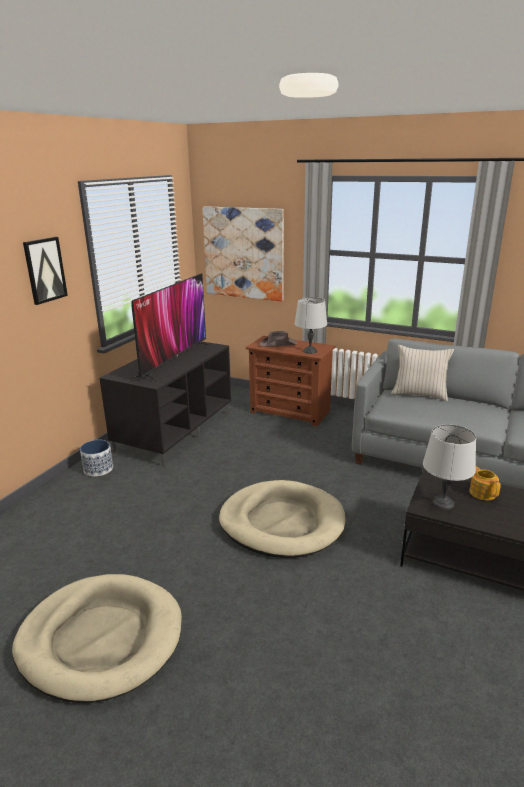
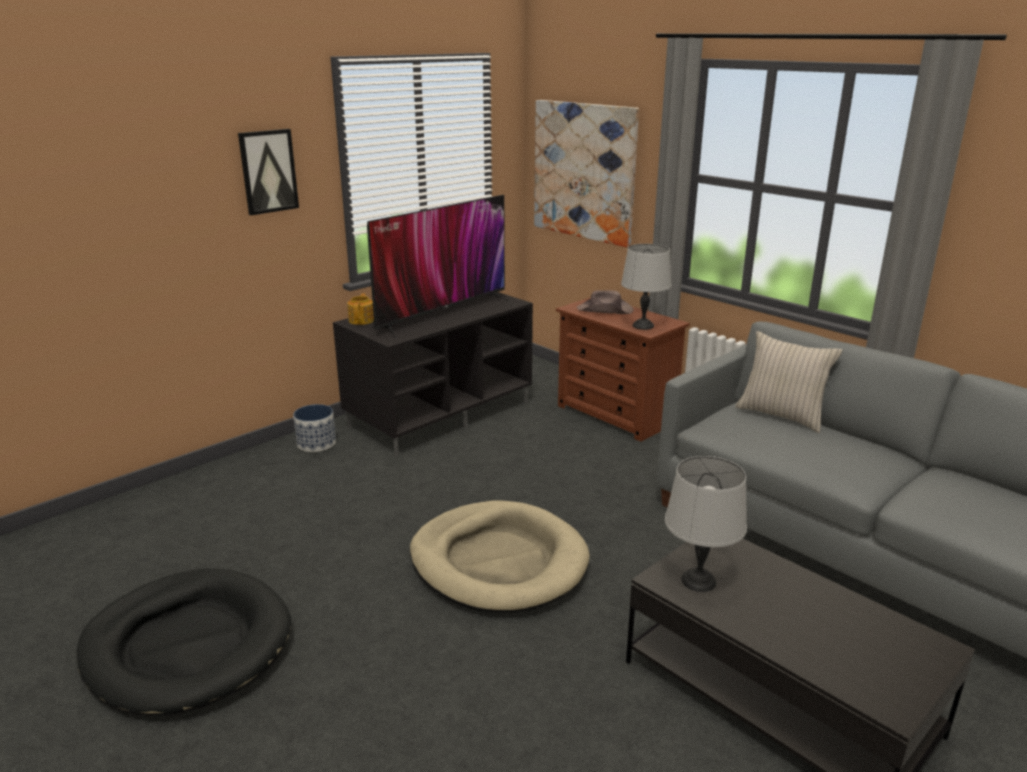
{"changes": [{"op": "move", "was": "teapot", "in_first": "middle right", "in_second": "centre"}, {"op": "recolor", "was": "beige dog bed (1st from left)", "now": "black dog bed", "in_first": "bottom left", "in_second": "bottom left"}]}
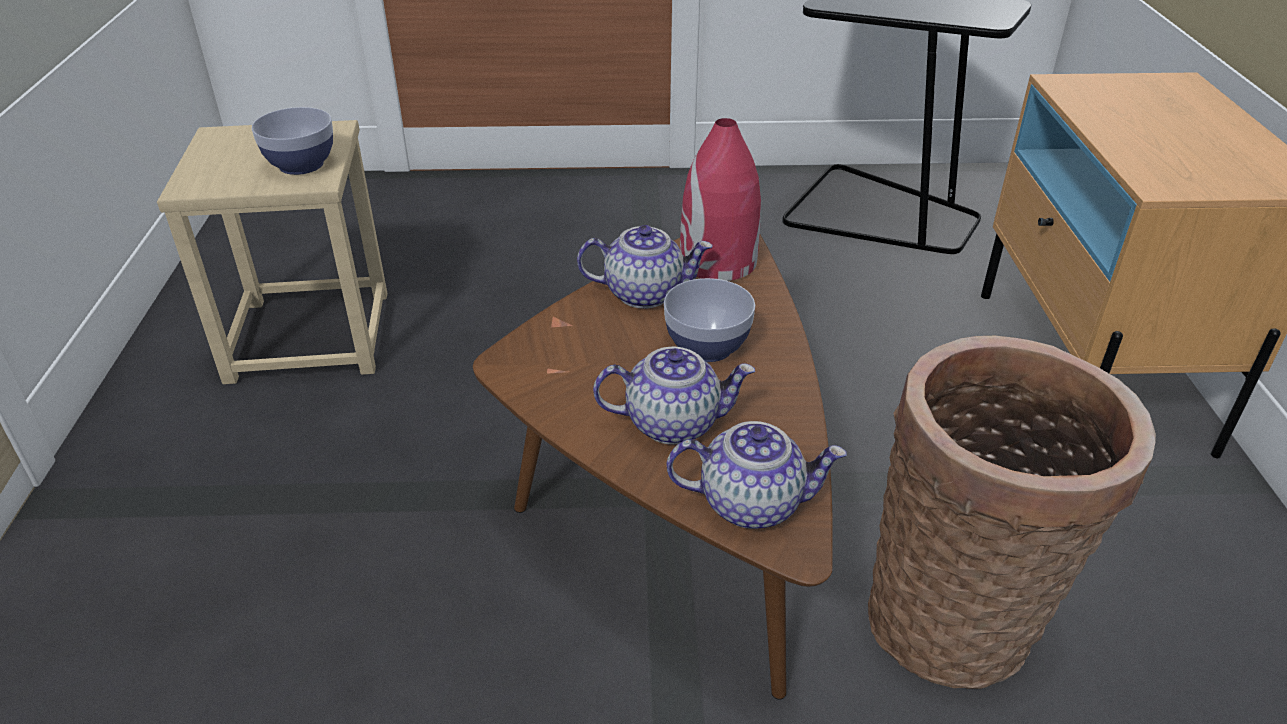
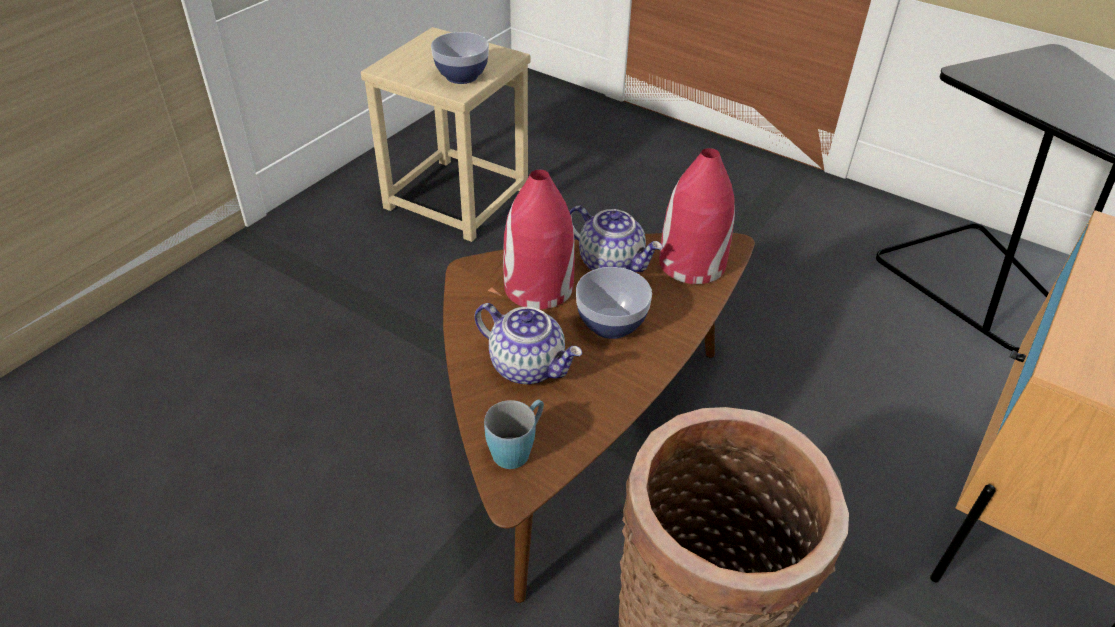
{"changes": [{"op": "insert", "now": "red vase (1st from left)", "in_second": "centre"}, {"op": "replace", "was": "teapot (3rd from left)", "now": "blue mug", "in_first": "centre", "in_second": "bottom centre"}]}
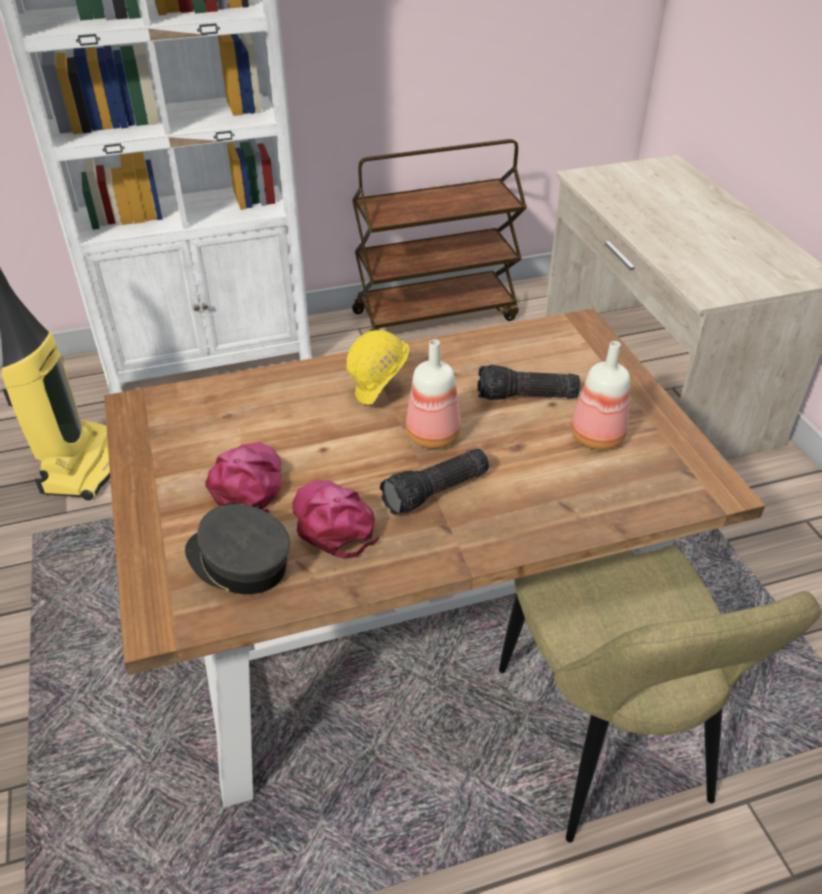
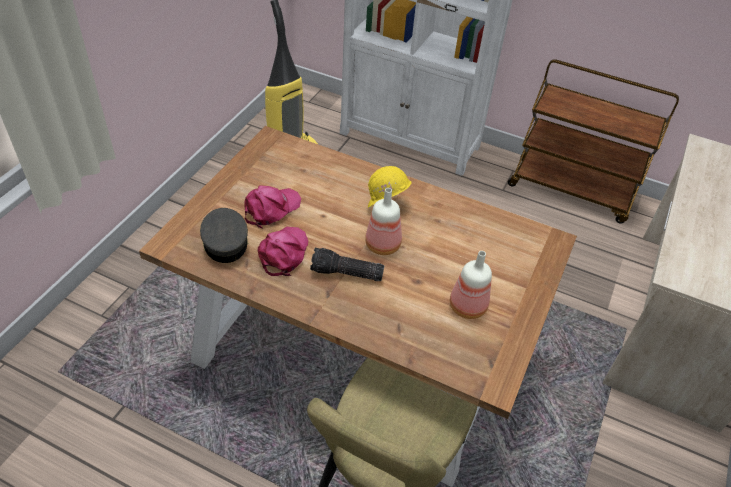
{"changes": [{"op": "delete", "was": "flashlight (2nd from left)", "in_first": "centre"}]}
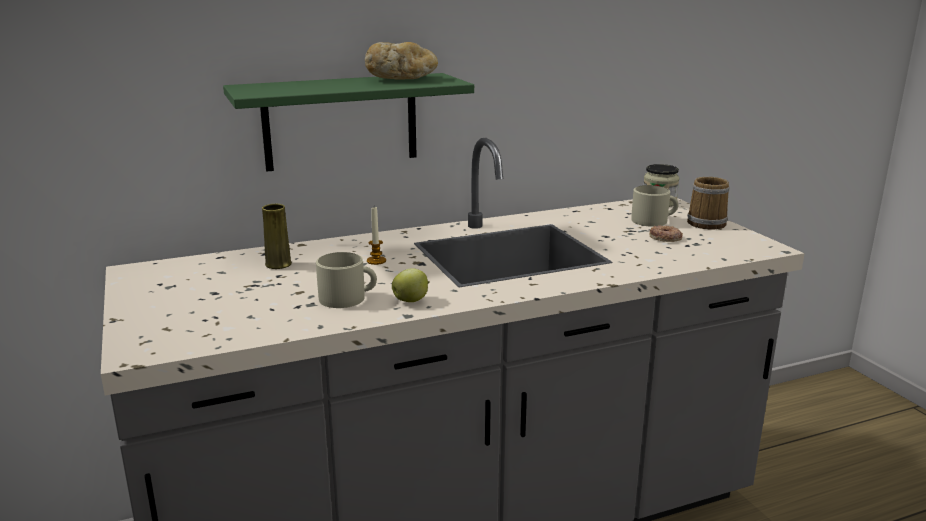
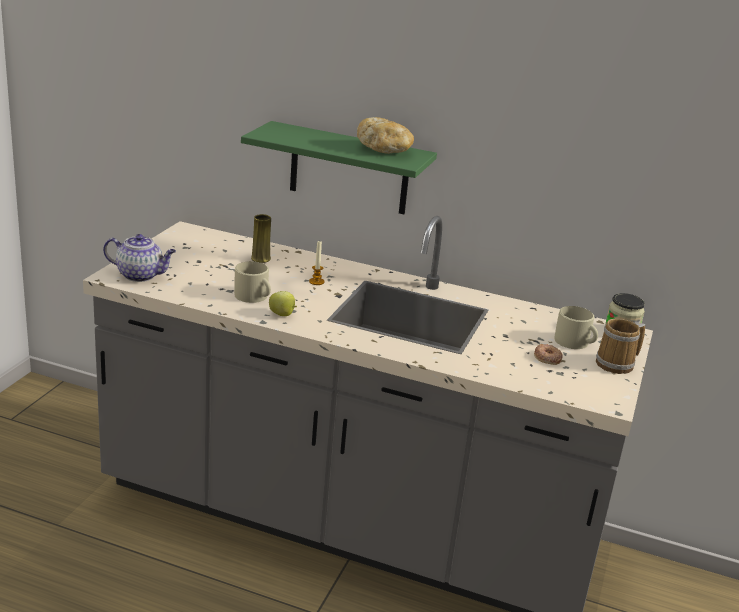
{"changes": [{"op": "insert", "now": "teapot", "in_second": "middle left"}]}
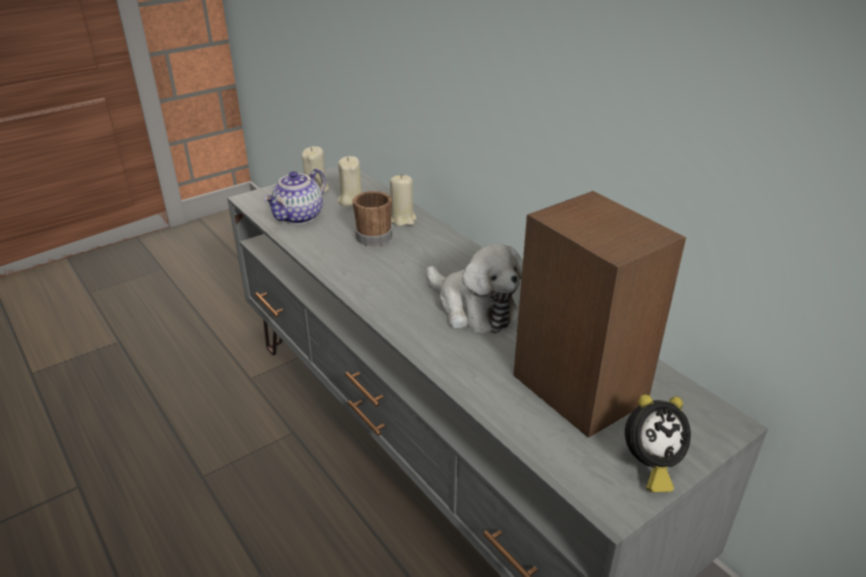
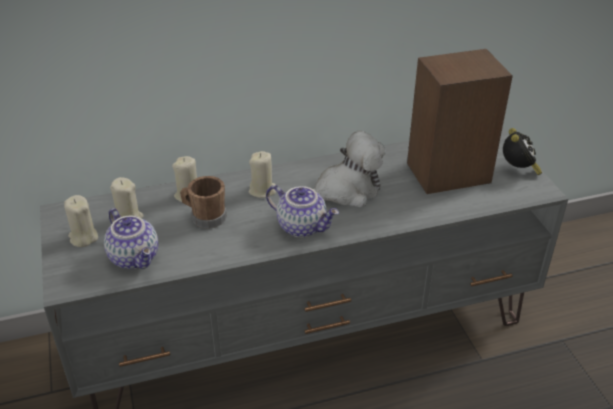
{"changes": [{"op": "insert", "now": "beige candle (4th from left)", "in_second": "centre"}, {"op": "insert", "now": "teapot (2nd from left)", "in_second": "centre"}]}
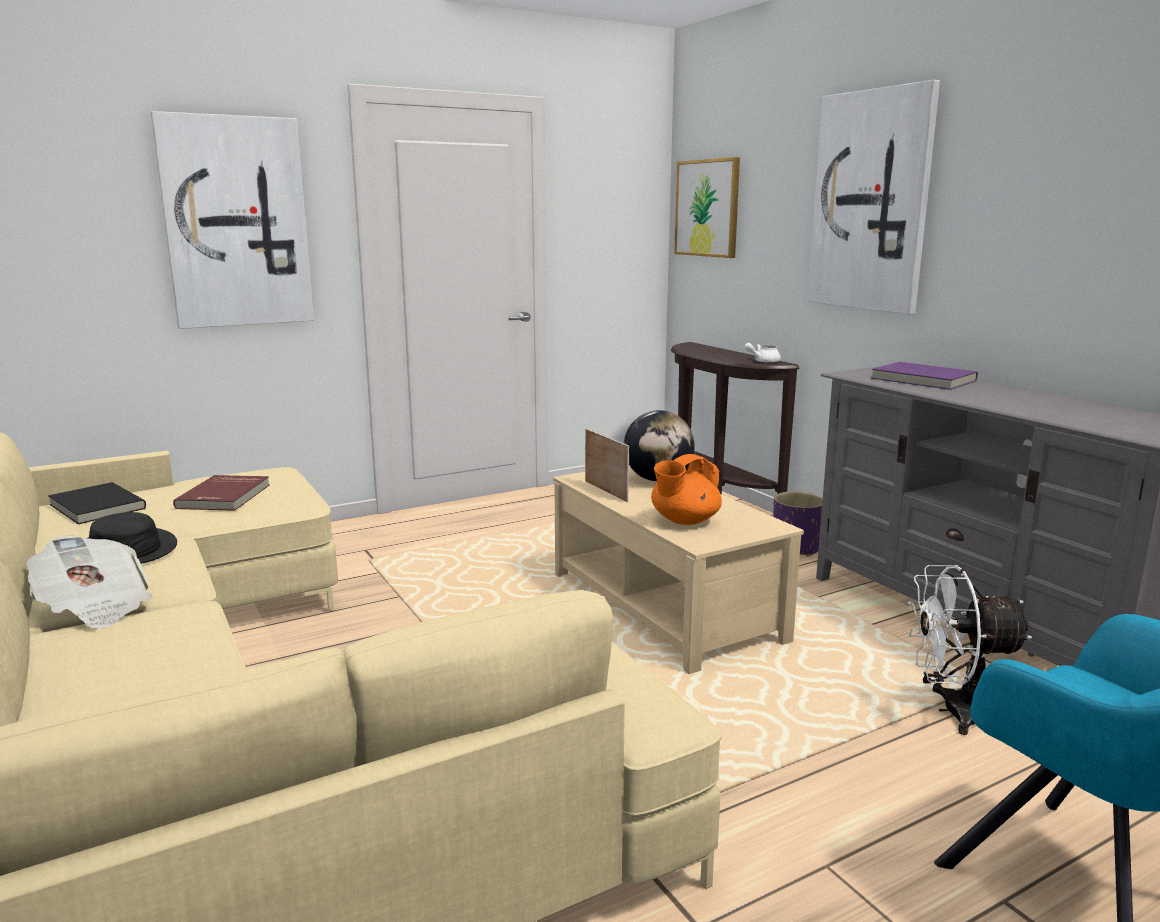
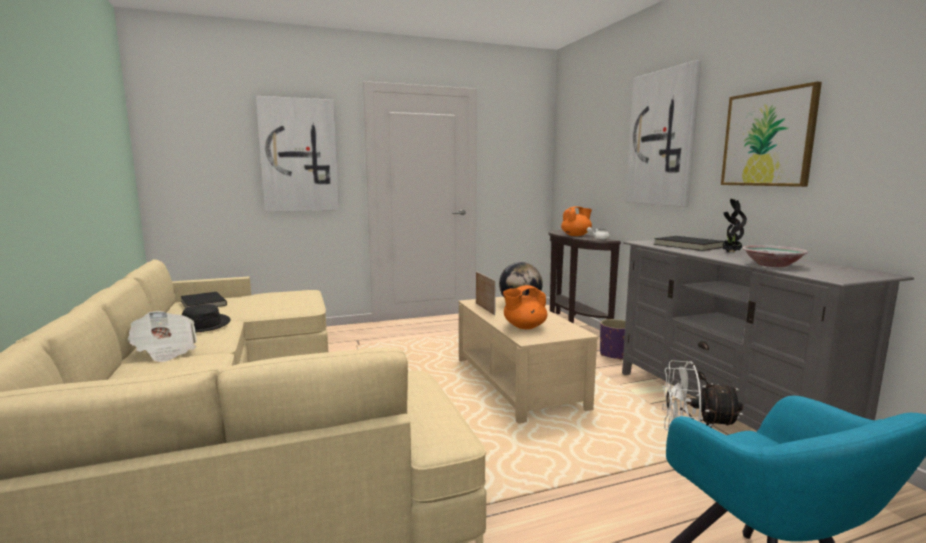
{"changes": [{"op": "delete", "was": "red book", "in_first": "middle left"}, {"op": "insert", "now": "orange teapot (2nd from left)", "in_second": "centre"}, {"op": "insert", "now": "potted plant", "in_second": "middle right"}, {"op": "insert", "now": "bowl", "in_second": "middle right"}, {"op": "move", "was": "picture (2nd from left in the first image)", "now": "picture (3rd from left)", "in_first": "top centre", "in_second": "top right"}, {"op": "recolor", "was": "purple book", "now": "black book (2nd from left)", "in_first": "middle right", "in_second": "middle right"}]}
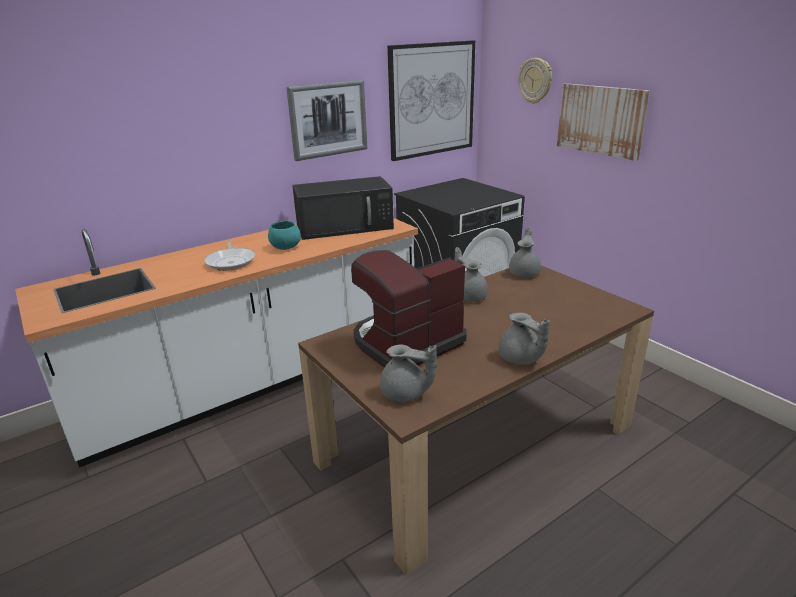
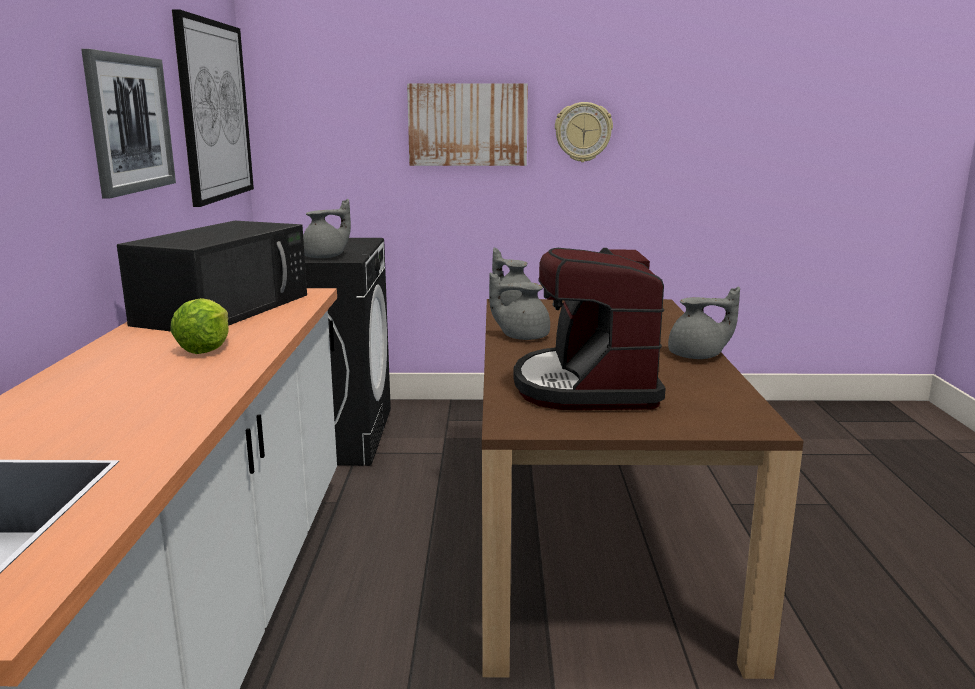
{"changes": [{"op": "delete", "was": "frying pan", "in_first": "middle left"}, {"op": "move", "was": "grey teapot (1st from left)", "in_first": "centre", "in_second": "top centre"}, {"op": "move", "was": "wall clock", "in_first": "top right", "in_second": "top centre"}, {"op": "replace", "was": "turquoise bowl", "now": "lettuce", "in_first": "centre", "in_second": "middle left"}]}
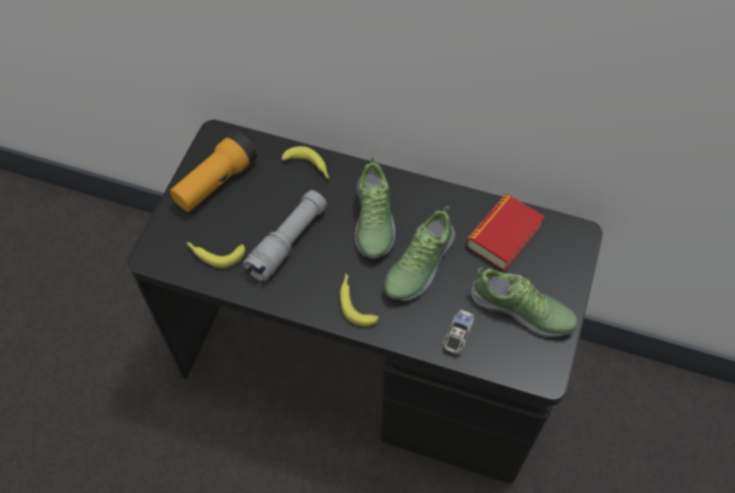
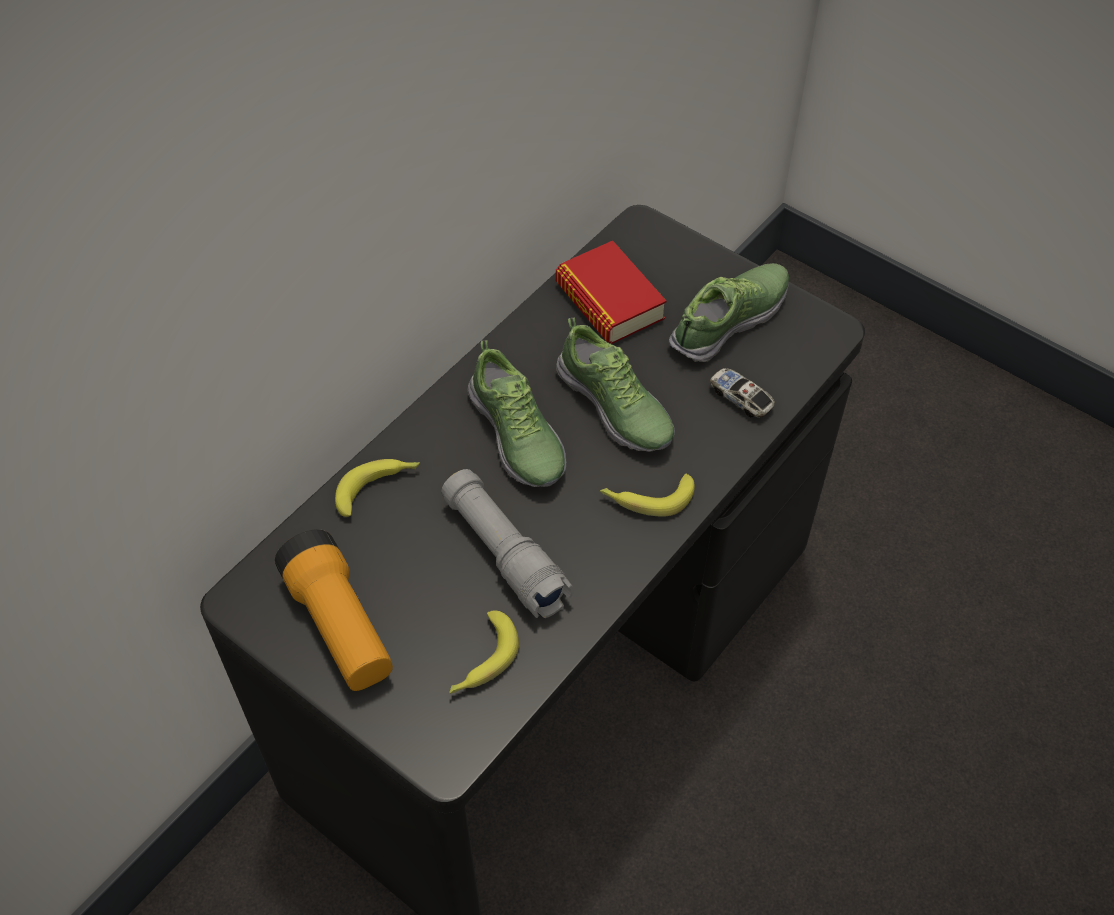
{"changes": [{"op": "rotate", "was": "shoe (1st from left)", "in_first": "centre", "in_second": "centre", "clockwise": 45}]}
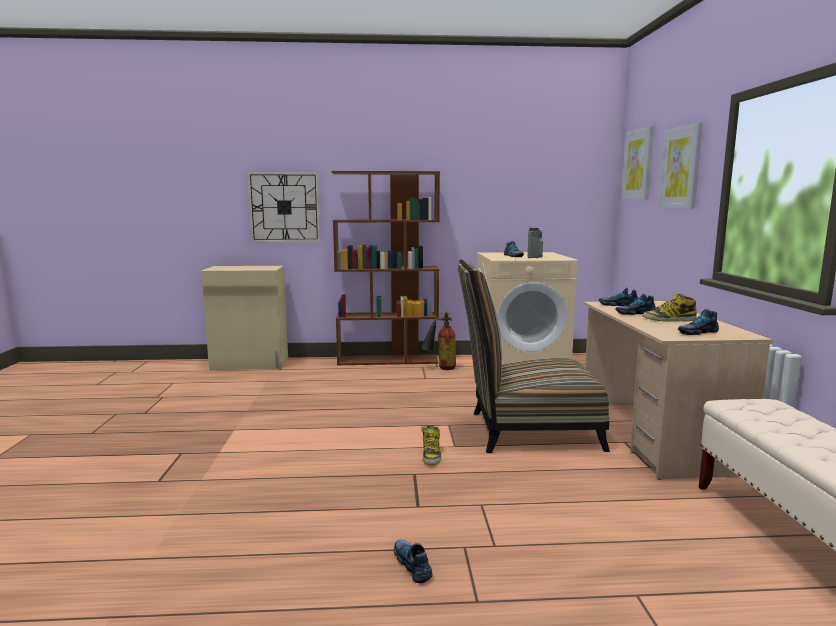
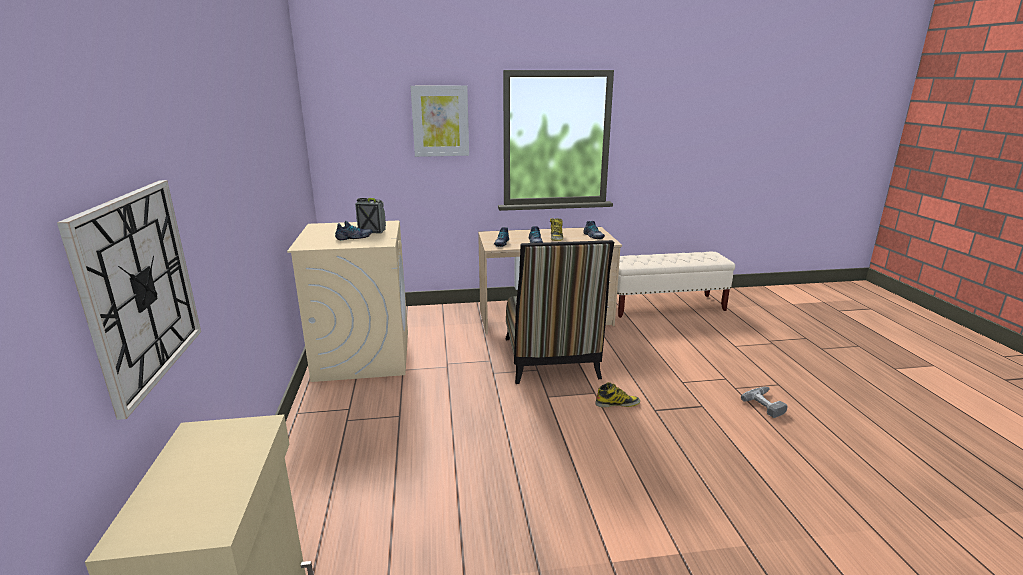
{"changes": [{"op": "delete", "was": "brown bookcase", "in_first": "centre"}, {"op": "delete", "was": "fire extinguisher", "in_first": "centre"}, {"op": "delete", "was": "picture (1st from left)", "in_first": "top right"}, {"op": "replace", "was": "shoe (1st from left)", "now": "power drill", "in_first": "bottom centre", "in_second": "bottom right"}]}
